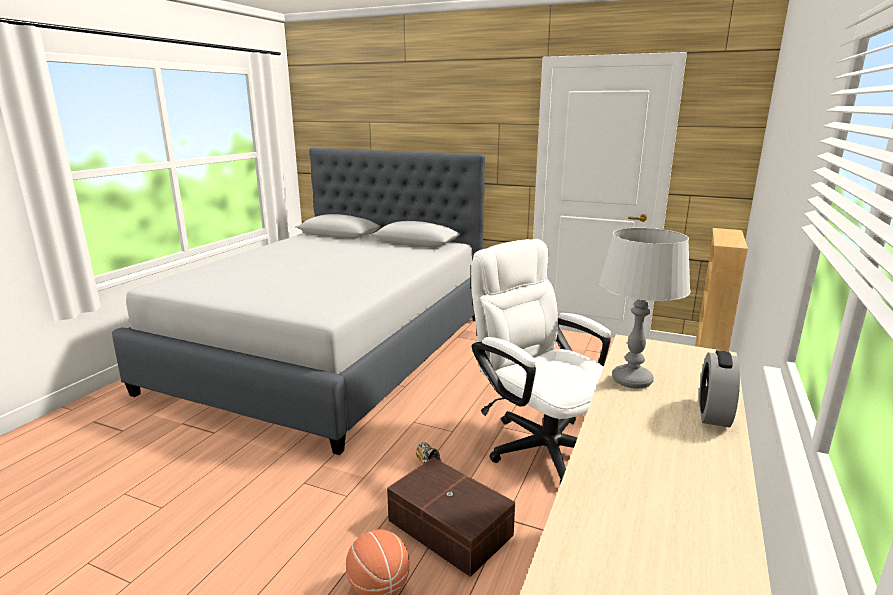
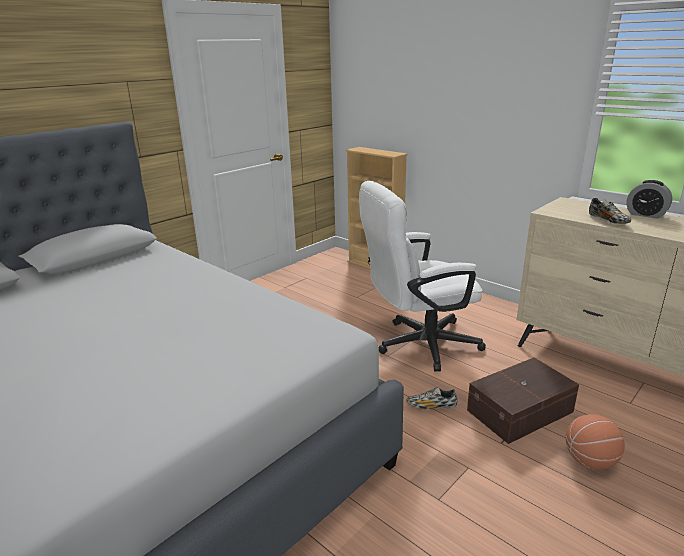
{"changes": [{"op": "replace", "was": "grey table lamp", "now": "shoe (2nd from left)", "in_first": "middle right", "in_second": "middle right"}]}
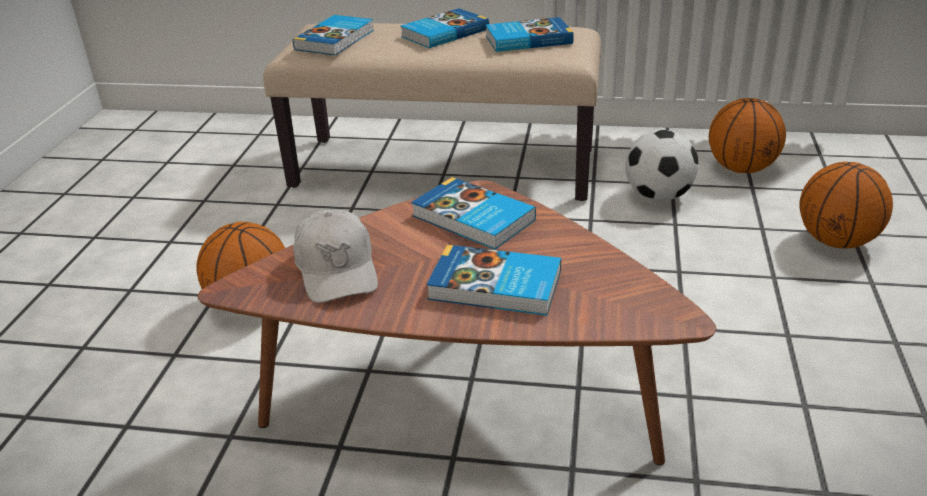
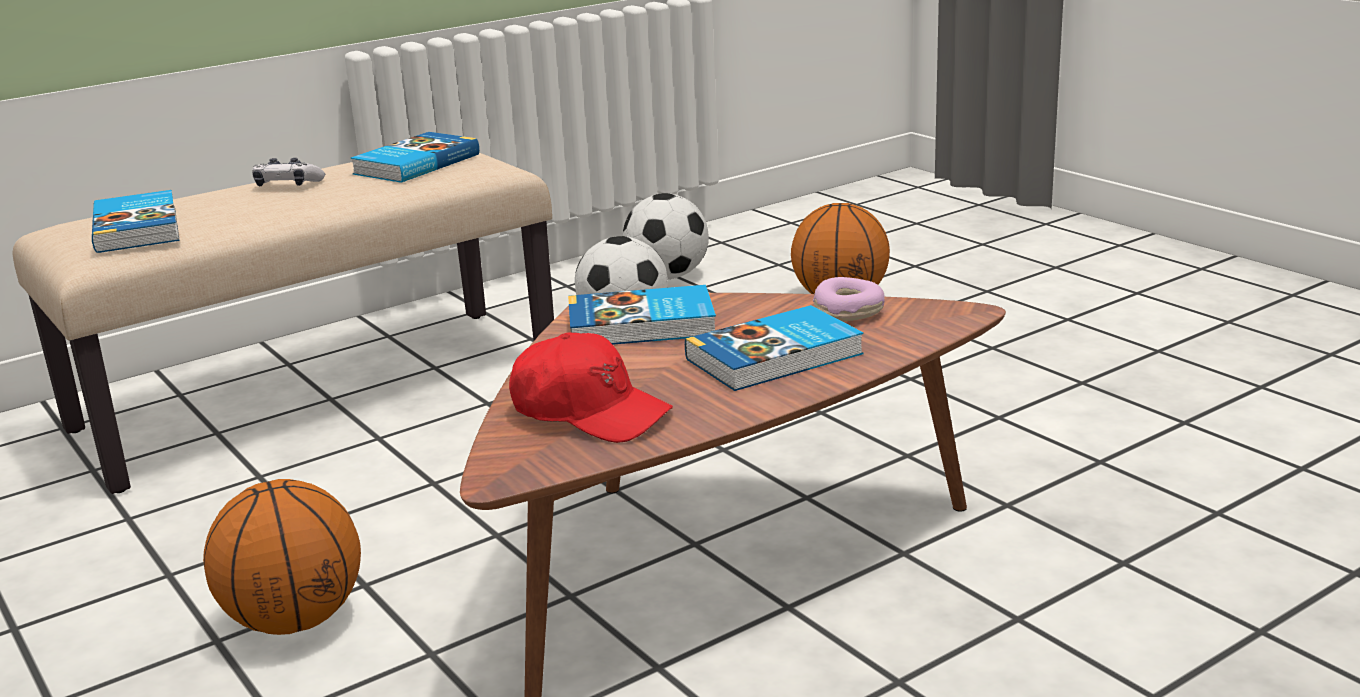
{"changes": [{"op": "insert", "now": "donut", "in_second": "centre"}, {"op": "replace", "was": "book (2nd from left)", "now": "game controller", "in_first": "top centre", "in_second": "top left"}, {"op": "replace", "was": "basketball (2nd from left)", "now": "football (2nd from left)", "in_first": "top right", "in_second": "centre"}, {"op": "recolor", "was": "white cap", "now": "red cap", "in_first": "centre", "in_second": "centre"}]}
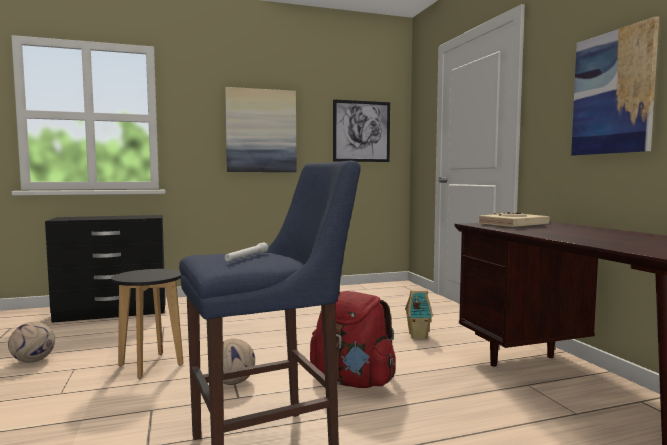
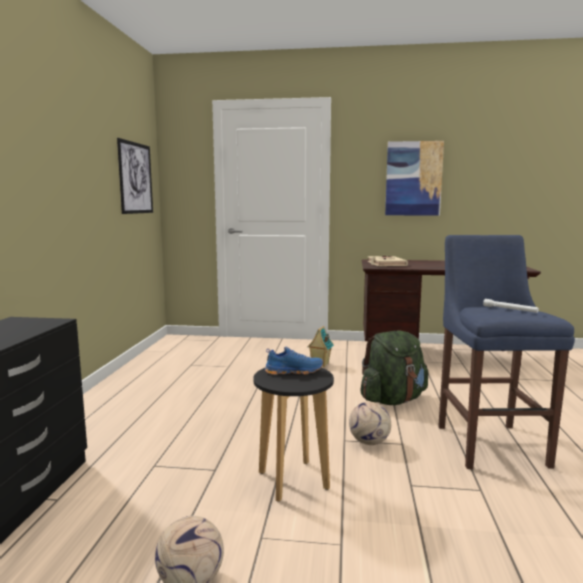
{"changes": [{"op": "delete", "was": "picture (1st from left)", "in_first": "top centre"}, {"op": "insert", "now": "blue shoe", "in_second": "centre"}, {"op": "recolor", "was": "red backpack", "now": "green backpack", "in_first": "bottom centre", "in_second": "middle right"}]}
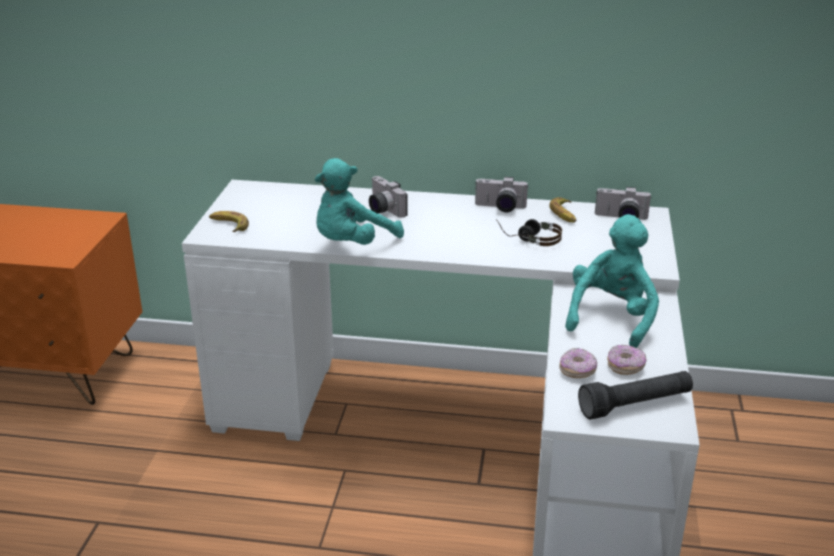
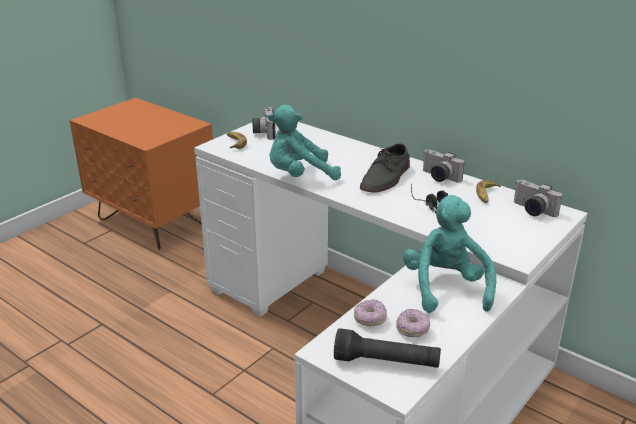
{"changes": [{"op": "insert", "now": "grey shoe", "in_second": "centre"}, {"op": "move", "was": "photo camera (1st from left)", "in_first": "centre", "in_second": "top centre"}, {"op": "rotate", "was": "turquoise plush toy (2nd from left)", "in_first": "middle right", "in_second": "middle right", "clockwise": -60}]}
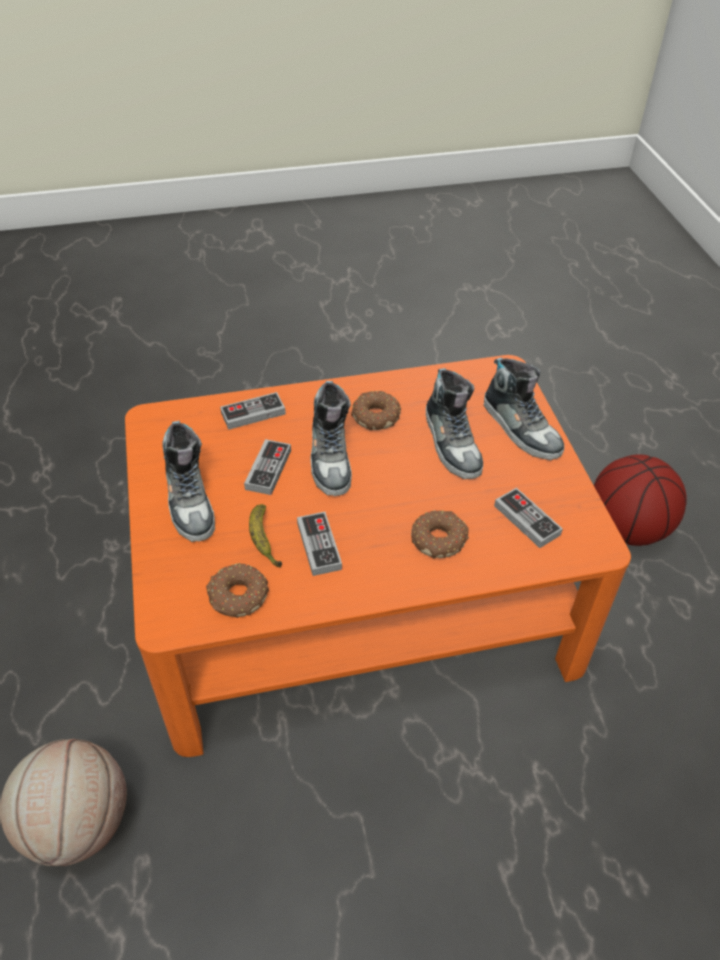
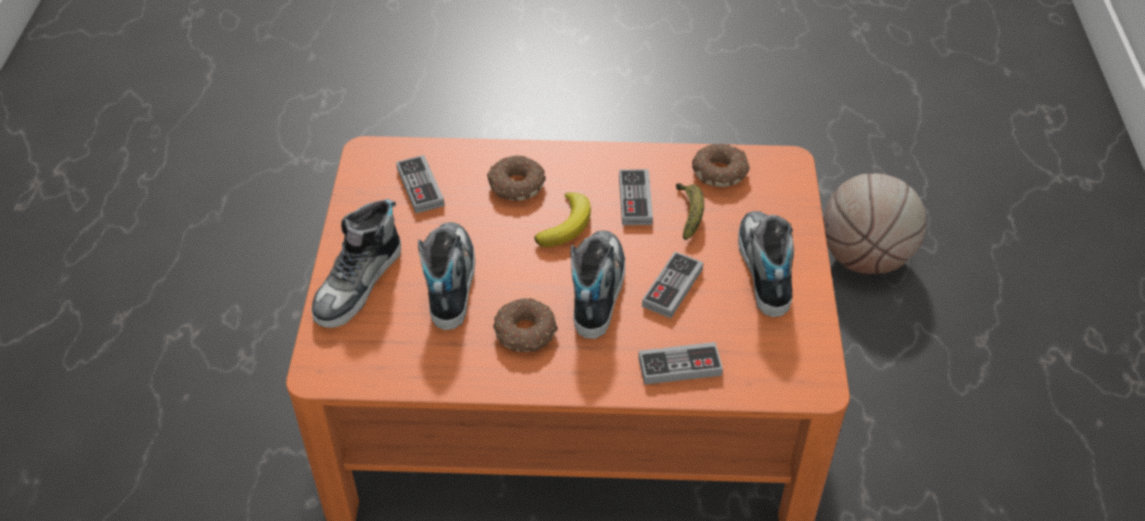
{"changes": [{"op": "delete", "was": "basketball (2nd from left)", "in_first": "middle right"}, {"op": "insert", "now": "banana (1st from left)", "in_second": "centre"}, {"op": "rotate", "was": "shoe (4th from left in the first image)", "in_first": "middle right", "in_second": "middle left", "clockwise": -135}]}
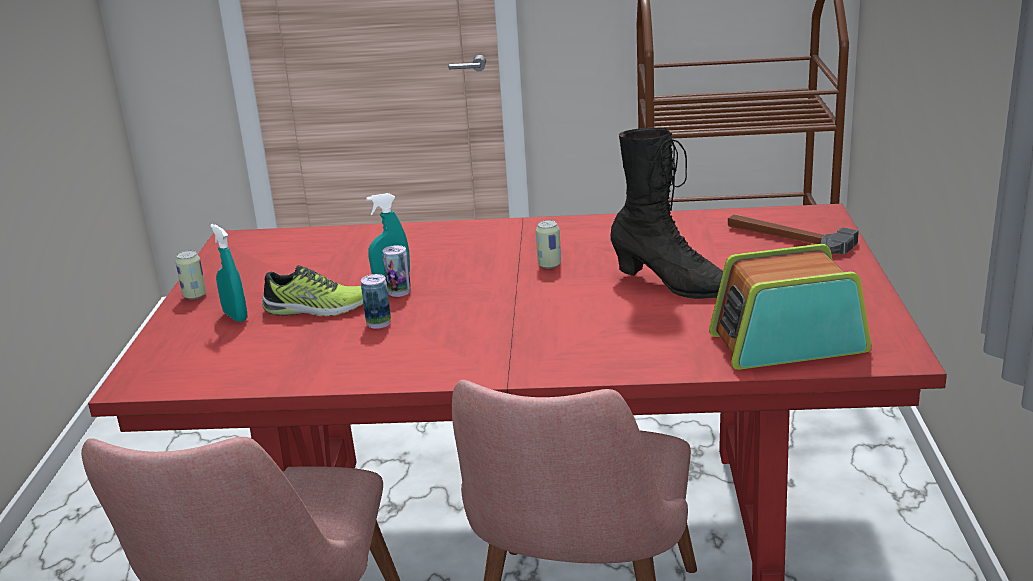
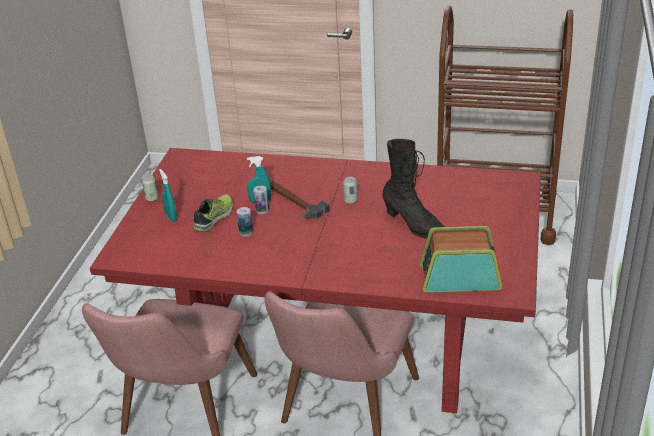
{"changes": [{"op": "move", "was": "hammer", "in_first": "middle right", "in_second": "centre"}, {"op": "rotate", "was": "shoe", "in_first": "middle left", "in_second": "middle left", "clockwise": -75}]}
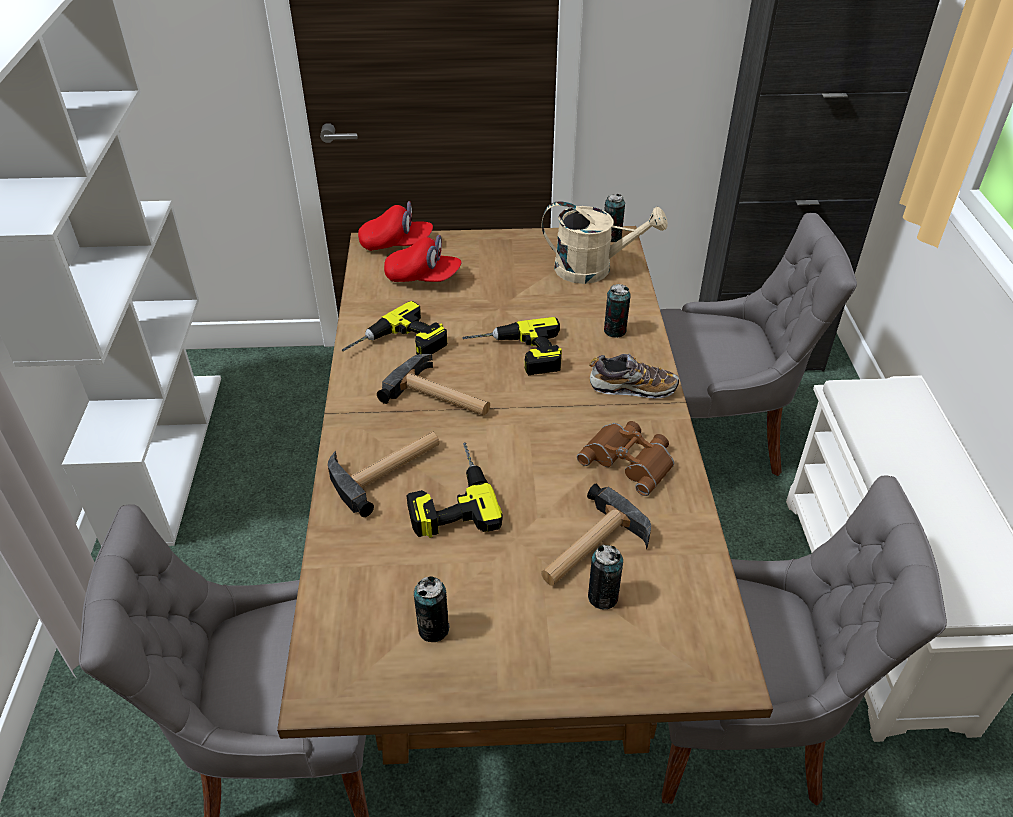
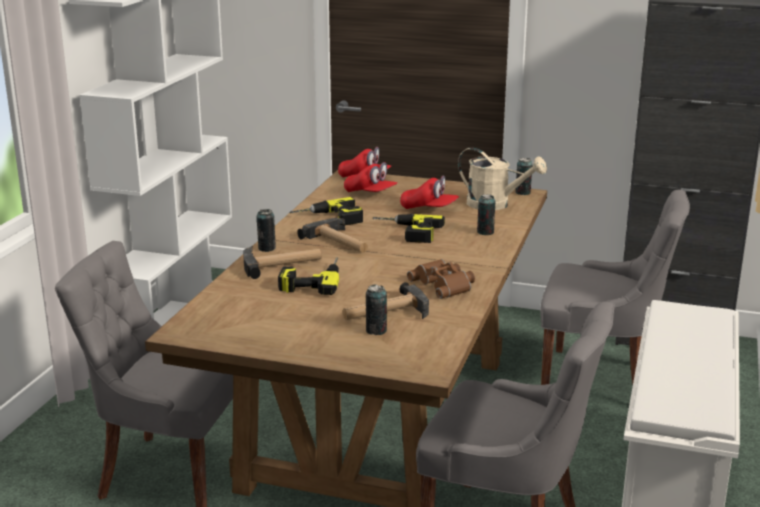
{"changes": [{"op": "delete", "was": "shoe", "in_first": "centre"}, {"op": "insert", "now": "red cap (3rd from left)", "in_second": "centre"}, {"op": "move", "was": "can (1st from left)", "in_first": "bottom centre", "in_second": "centre"}]}
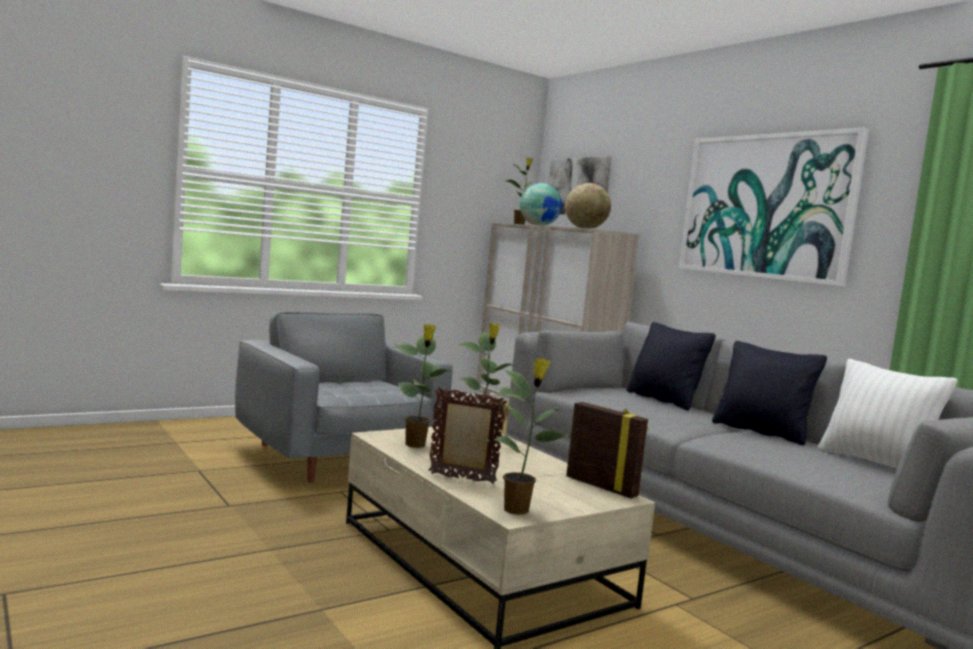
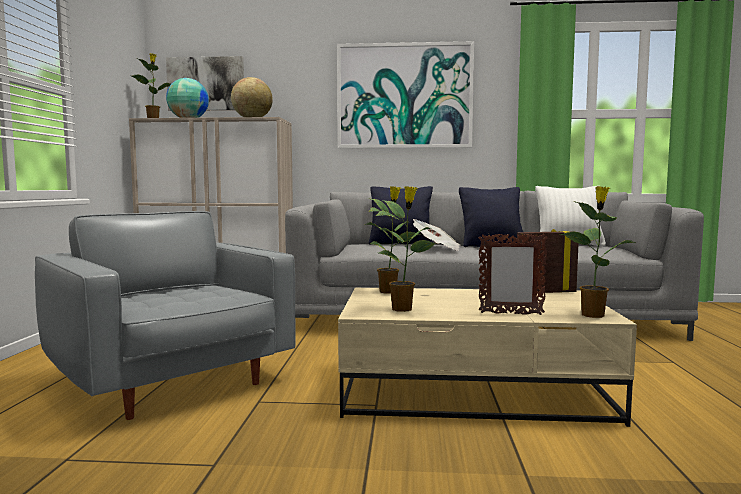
{"changes": [{"op": "insert", "now": "newspaper", "in_second": "centre"}, {"op": "rotate", "was": "grey armchair", "in_first": "centre", "in_second": "middle left", "clockwise": 45}, {"op": "rotate", "was": "picture frame (1st from left)", "in_first": "bottom centre", "in_second": "middle right", "clockwise": -135}]}
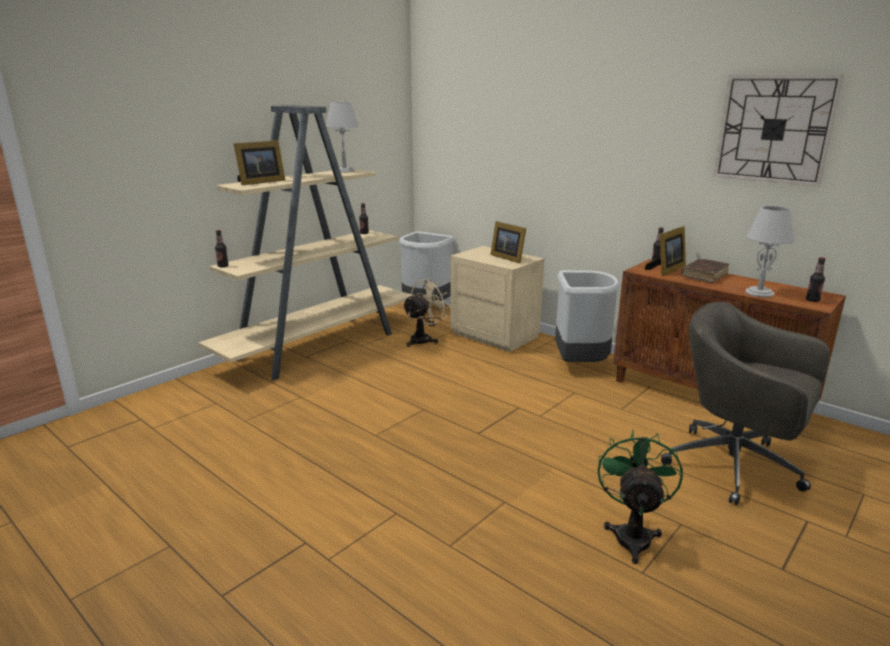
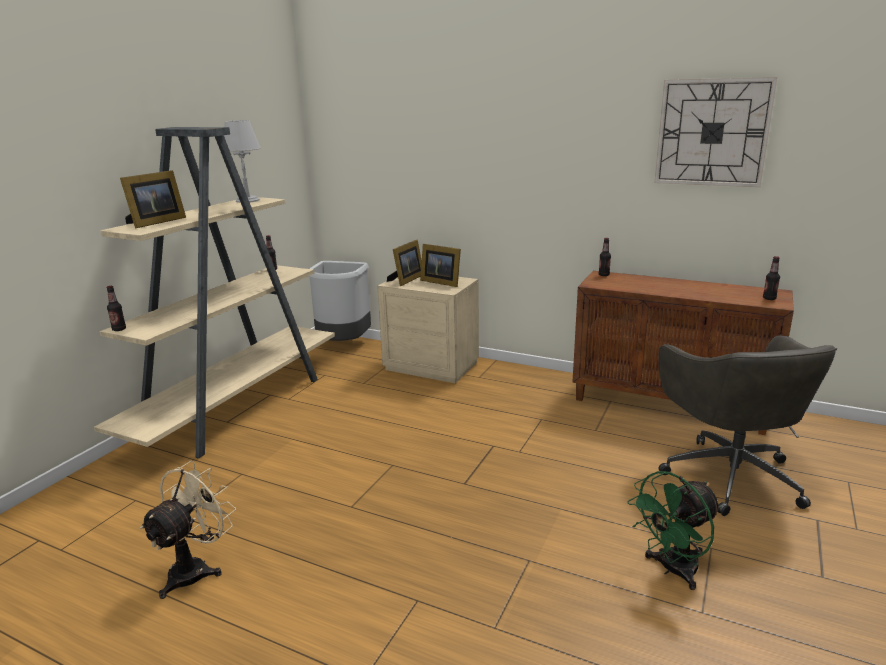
{"changes": [{"op": "delete", "was": "grey trash can (2nd from left)", "in_first": "centre"}, {"op": "delete", "was": "brown book", "in_first": "middle right"}, {"op": "delete", "was": "grey table lamp (2nd from left)", "in_first": "middle right"}, {"op": "move", "was": "beige fan", "in_first": "centre", "in_second": "bottom left"}, {"op": "move", "was": "picture frame (3rd from left in the first image)", "now": "picture frame (2nd from left)", "in_first": "middle right", "in_second": "centre"}, {"op": "rotate", "was": "green fan", "in_first": "bottom right", "in_second": "bottom right", "clockwise": -120}, {"op": "rotate", "was": "grey office chair", "in_first": "middle right", "in_second": "middle right", "clockwise": -120}]}
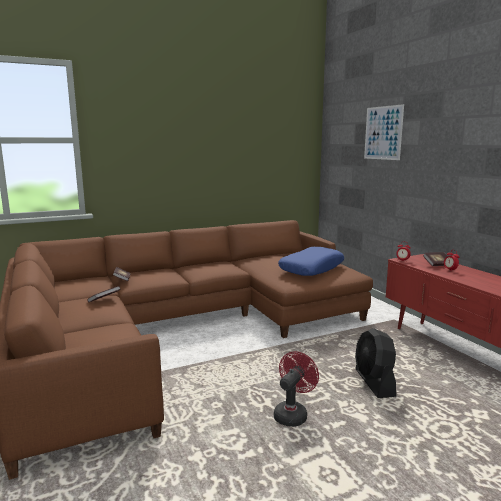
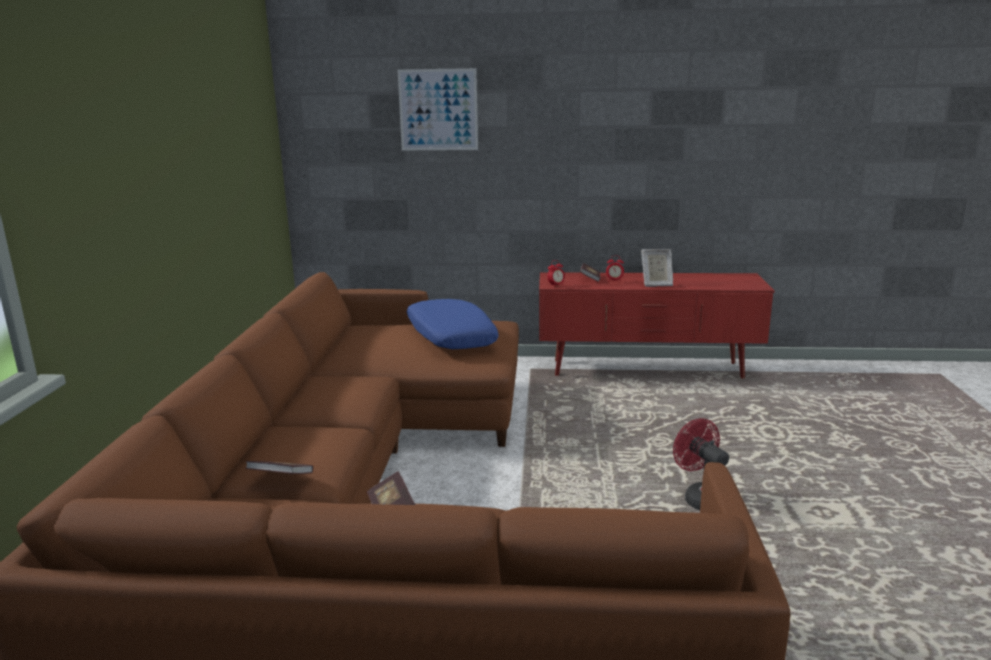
{"changes": [{"op": "delete", "was": "black fan", "in_first": "bottom right"}, {"op": "insert", "now": "picture frame", "in_second": "centre"}]}
